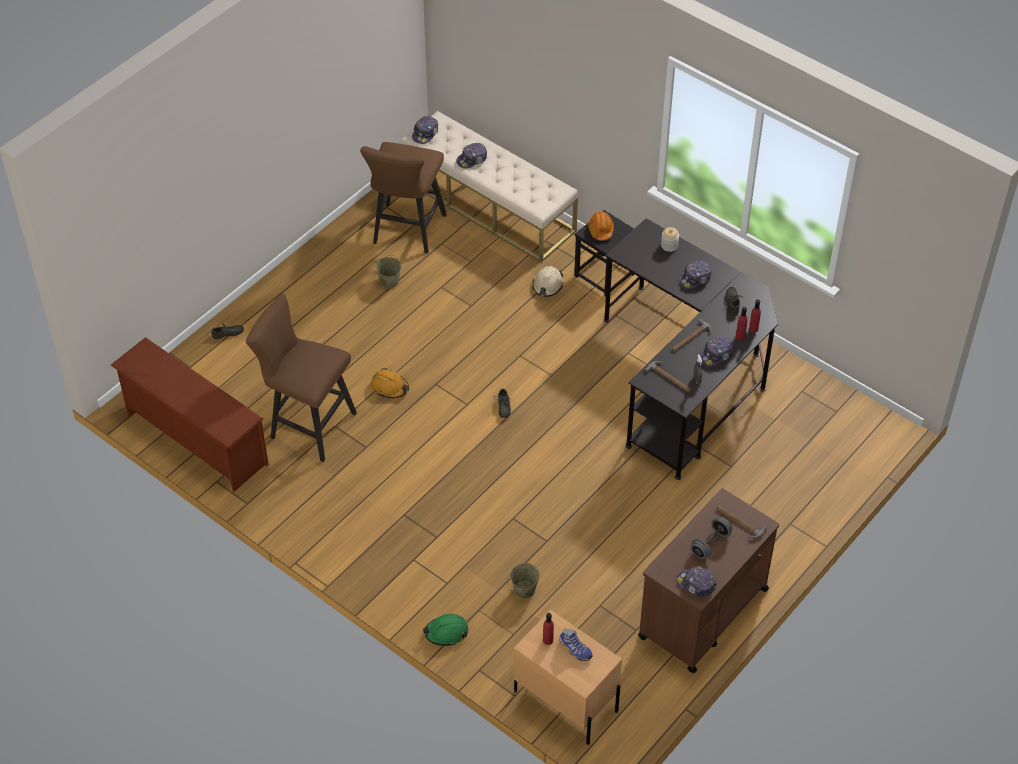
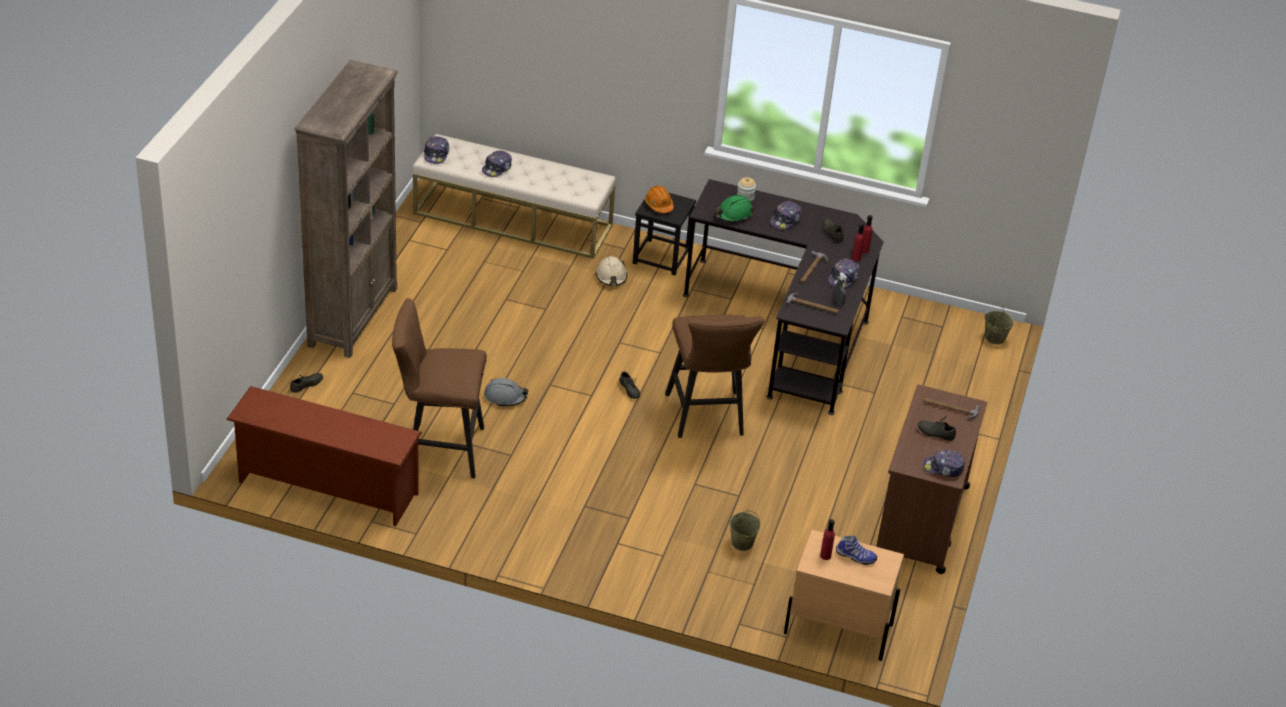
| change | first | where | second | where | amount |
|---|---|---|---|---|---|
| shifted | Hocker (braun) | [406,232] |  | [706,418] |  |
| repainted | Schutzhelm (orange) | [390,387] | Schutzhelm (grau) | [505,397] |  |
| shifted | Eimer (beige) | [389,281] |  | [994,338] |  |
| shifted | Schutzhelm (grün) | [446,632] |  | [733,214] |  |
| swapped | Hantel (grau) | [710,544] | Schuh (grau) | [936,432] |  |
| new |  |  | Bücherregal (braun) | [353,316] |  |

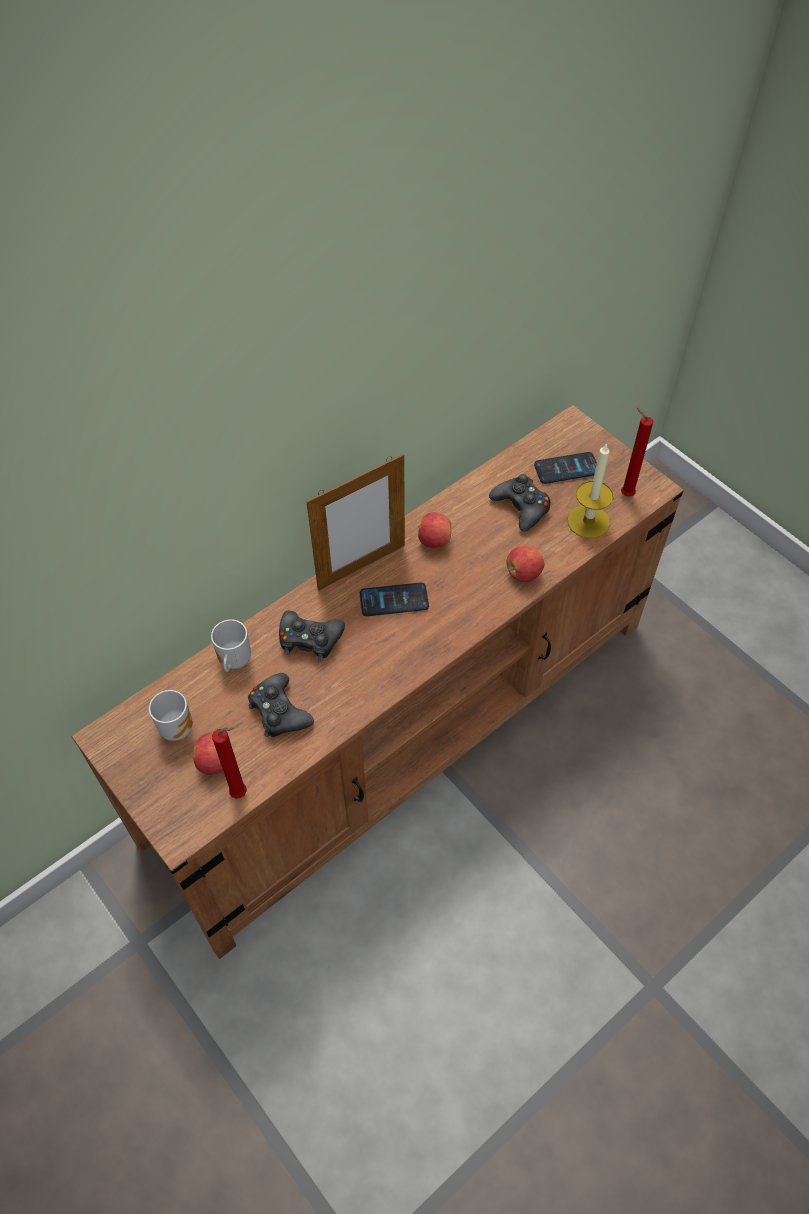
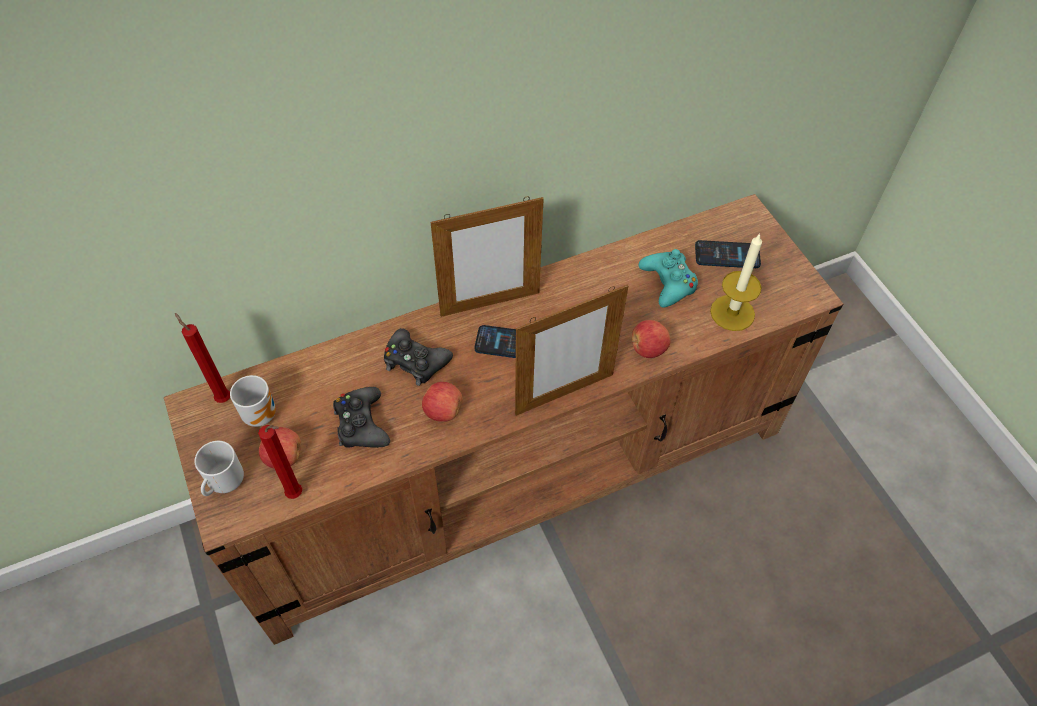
| change | first | where | second | where | amount |
|---|---|---|---|---|---|
| shifted | Henkelbecher | [233,661] |  | [224,482] |  |
| shifted | Apfel | [434,540] |  | [443,411] |  |
| repainted | Gamepad (schwarz) | [521,507] | Gamepad (türkis) | [668,283] |  |
| shifted | Kerze (rot) | [624,494] |  | [222,397] |  |
| new |  |  | Bilderrahmen | [564,394] |  |

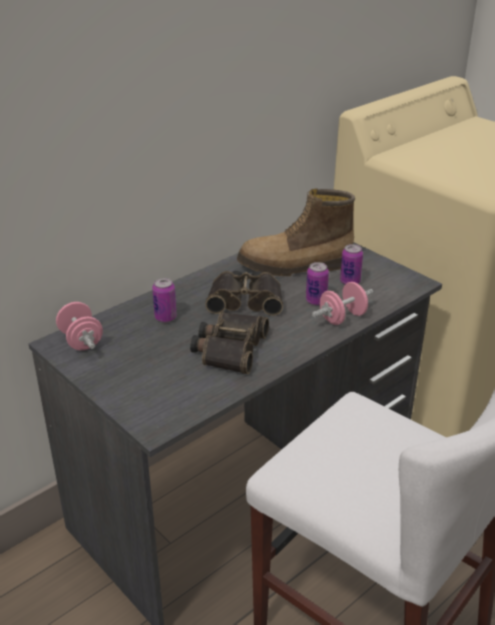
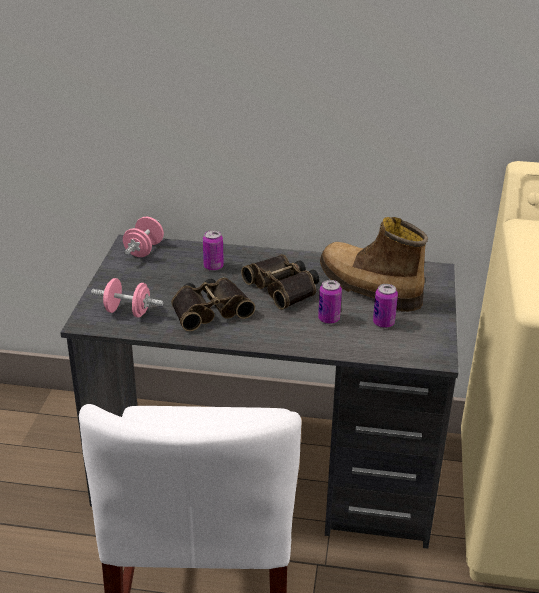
| change | first | where | second | where | amount |
|---|---|---|---|---|---|
| shifted | Hantel (rosa) | [342,318] |  | [128,312] |  |

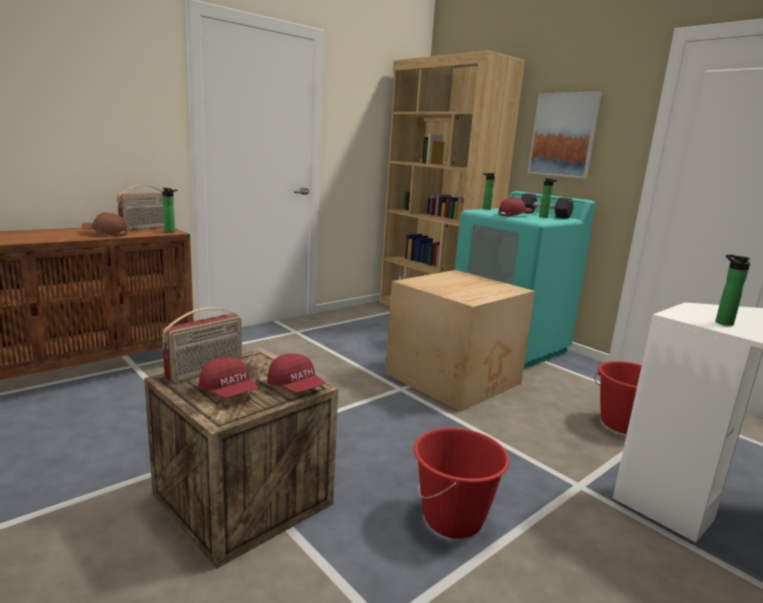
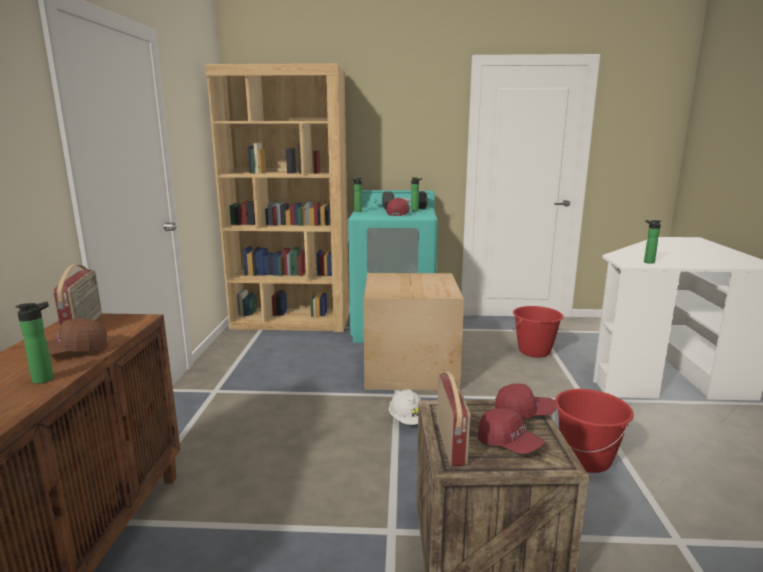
| change | first | where | second | where | amount |
|---|---|---|---|---|---|
| shifted | Flasche | [171,232] |  | [46,379] |  |
| rotated | Kappe (rot) | [229,392] |  | [509,444] | 45 degrees clockwise |
| gone | Bild | [563,135] |  |  |  |
| new |  |  | Schutzhelm (weiß) | [407,420] |  |

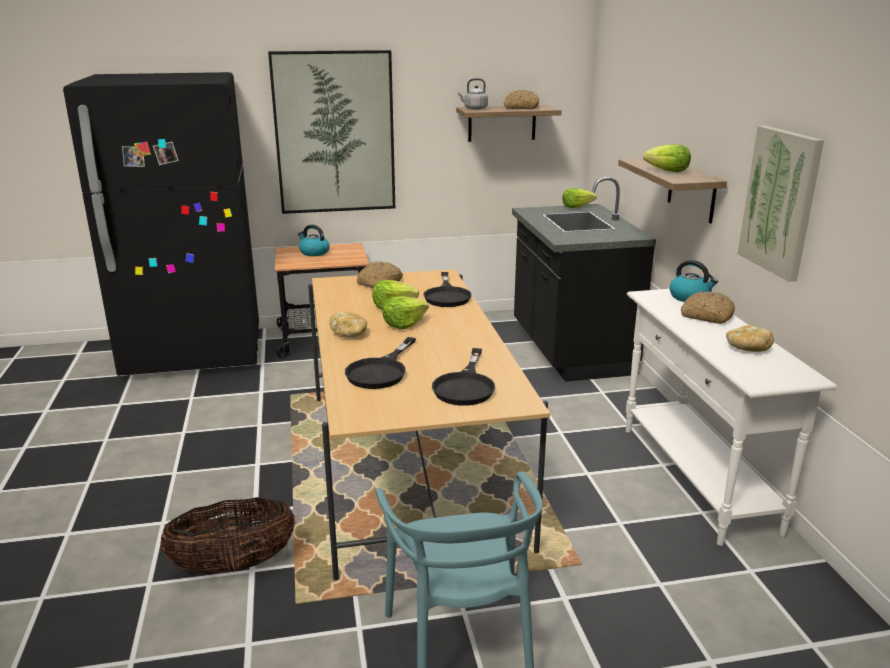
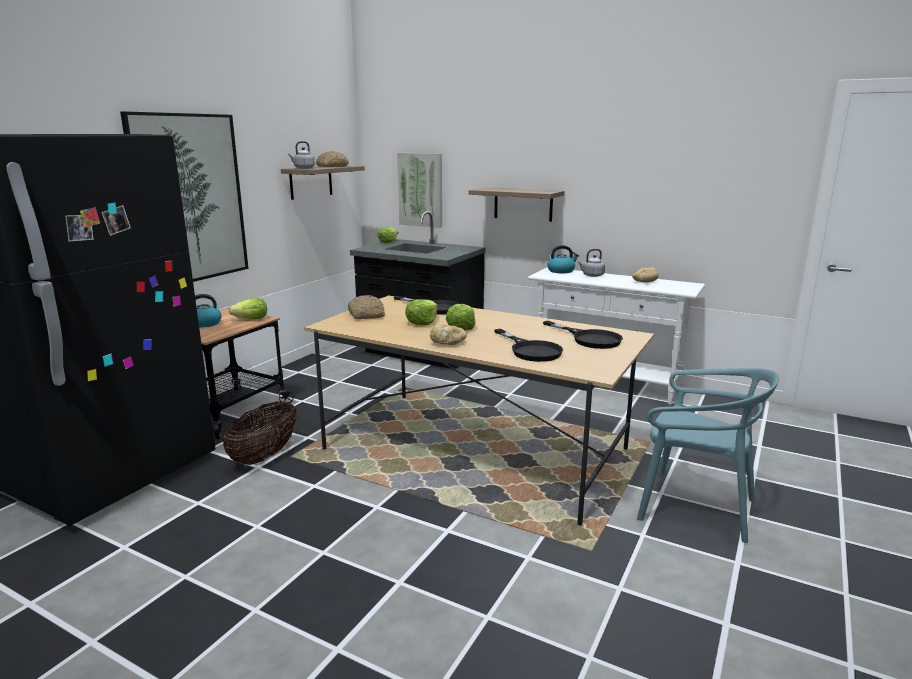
| change | first | where | second | where | amount |
|---|---|---|---|---|---|
| shifted | Korb | [234,565] |  | [264,455] |  |
| shifted | Salatkopf | [667,171] |  | [251,319] |  |
| swapped | Brot | [706,316] | Wasserkessel (grau) | [592,275] |  |
| shifted | Bild | [780,201] |  | [421,189] |  |

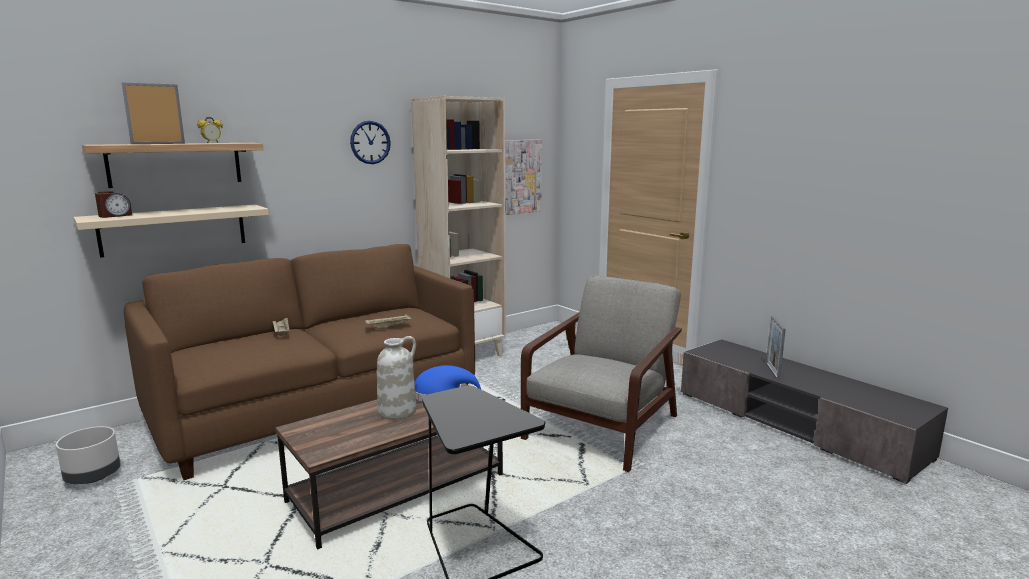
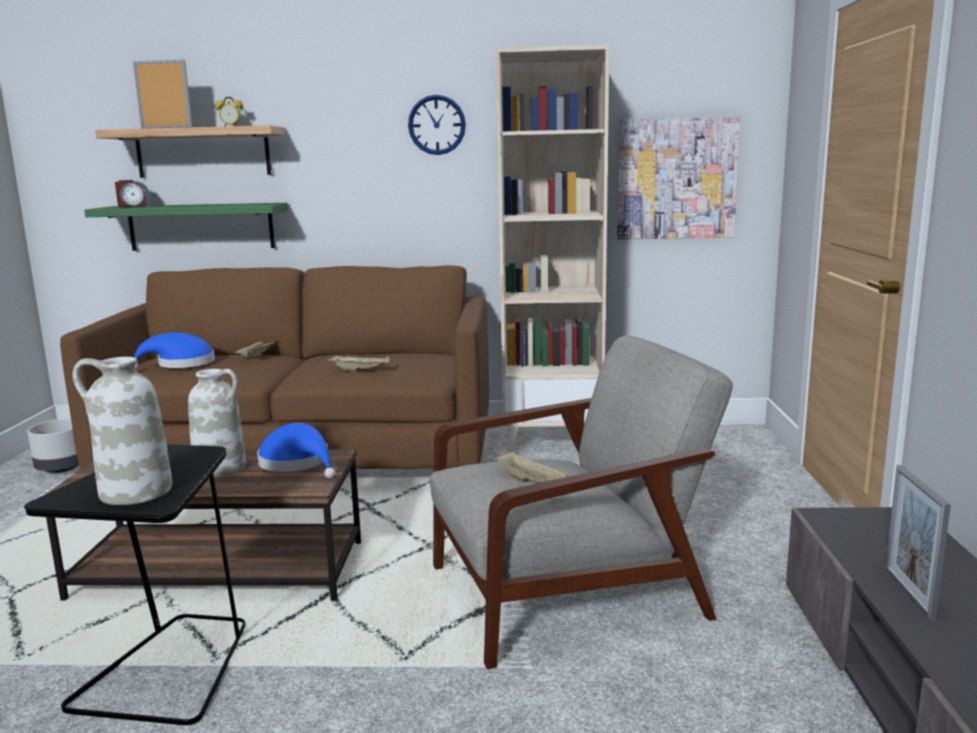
| change | first | where | second | where | amount |
|---|---|---|---|---|---|
| repainted | Wandregal (beige) | [174,230] | Wandregal (grün) | [201,227] |  |
| rotated | Bilderrahmen | [772,372] |  | [908,593] | 45 degrees counterclockwise |
| new |  |  | Vase (weiß) | [135,492] |  |
| new |  |  | Hut (blau) | [181,364] |  |
| new |  |  | Tablett (beige) | [531,482] |  |

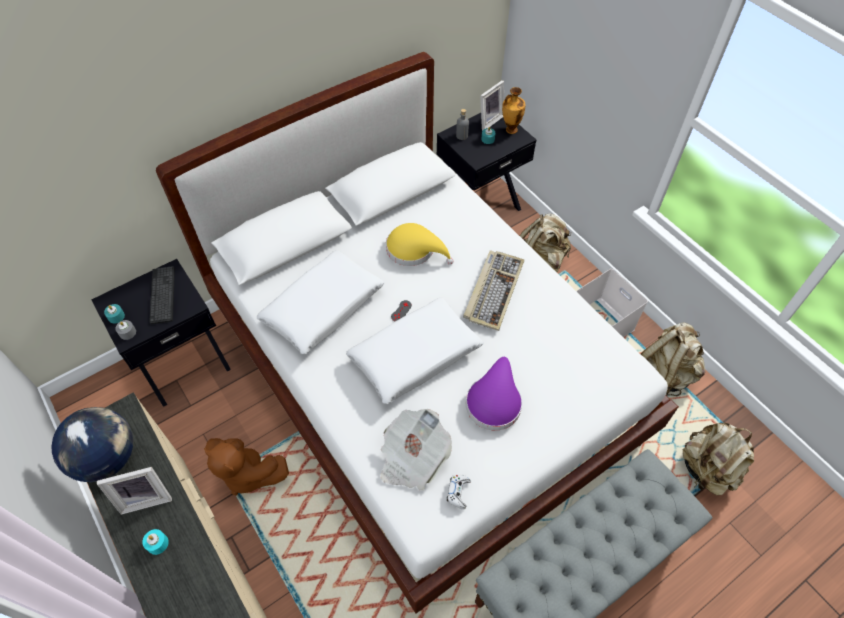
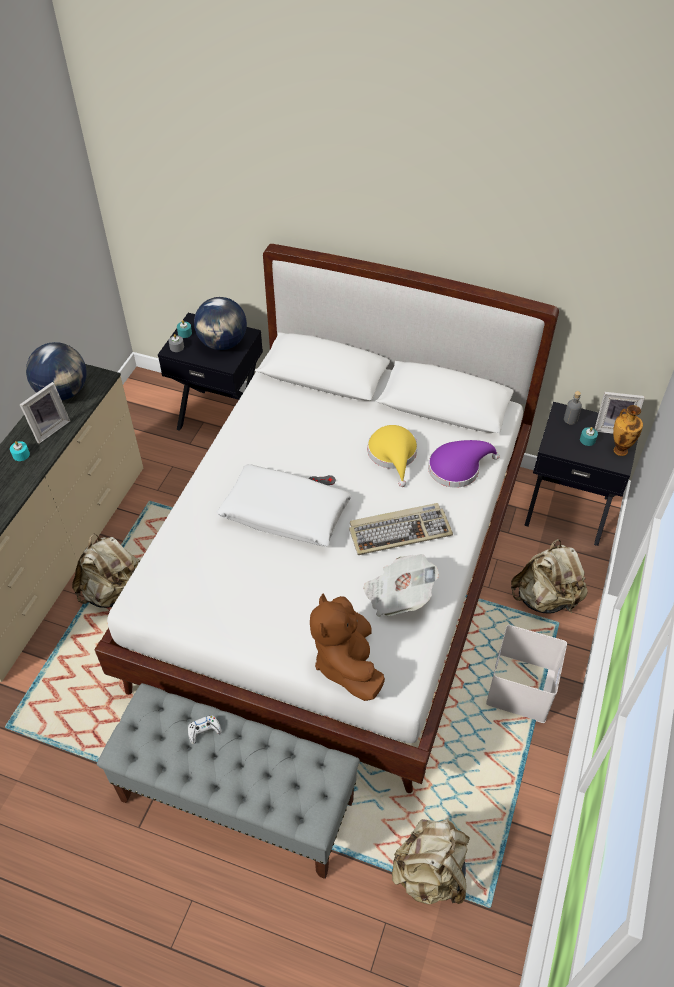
| change | first | where | second | where | amount |
|---|---|---|---|---|---|
| rotated | Bilderrahmen | [146,497] |  | [49,428] | 90 degrees counterclockwise |
| swapped | Tastatur | [162,295] | Globus | [222,344] |  |
| shifted | Plüschtier (braun) | [248,473] |  | [346,662] |  |
| gone | Kissen (weiß) | [323,308] |  |  |  |
| shifted | Zeitung | [412,458] |  | [398,595] |  |
| shifted | Gamepad (weiß) | [458,492] |  | [204,731] |  |
| shifted | Hut (lila) | [494,400] |  | [457,468] |  |
| shifted | Rucksack (beige) | [667,372] |  | [114,591] |  |

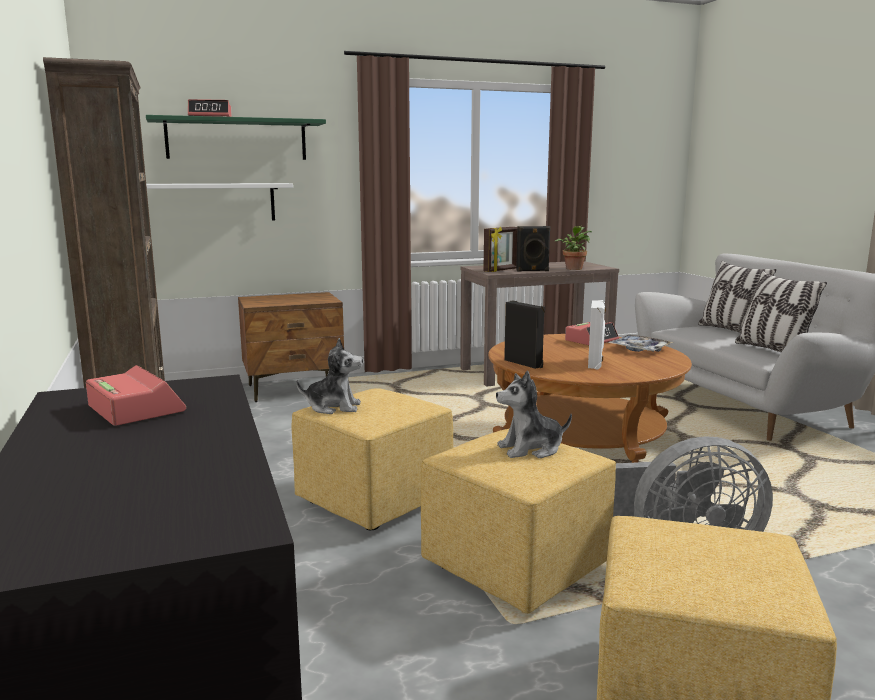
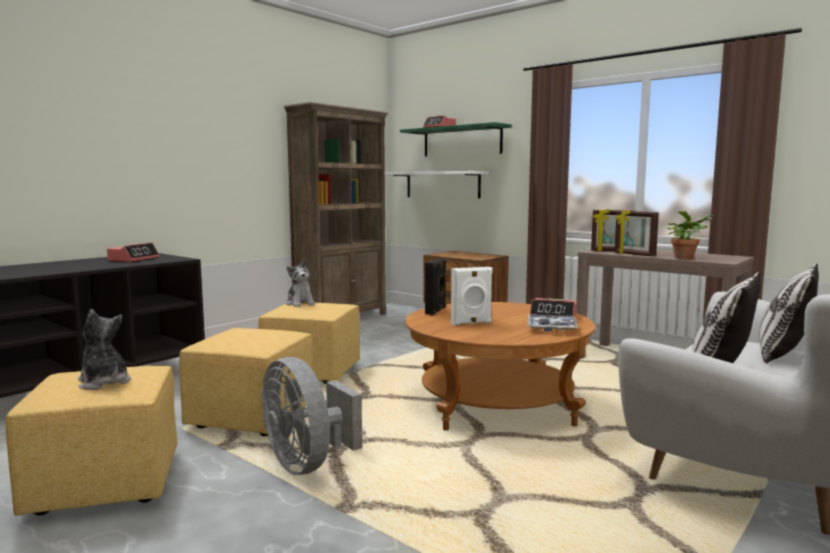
| change | first | where | second | where | amount |
|---|---|---|---|---|---|
| shifted | Plüschtier | [531,449] |  | [104,383] |  |
| swapped | Lautsprecher (schwarz) | [532,271] | Bilderrahmen | [634,254] |  |

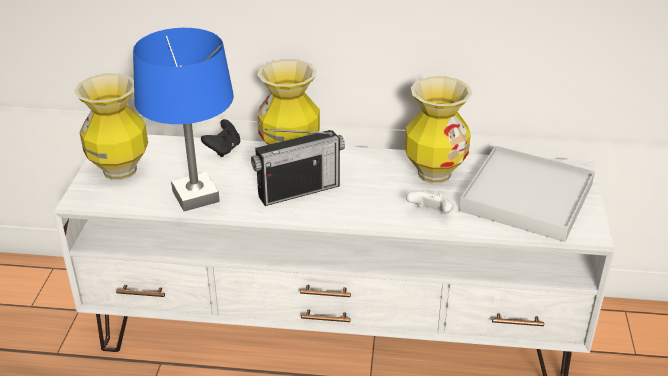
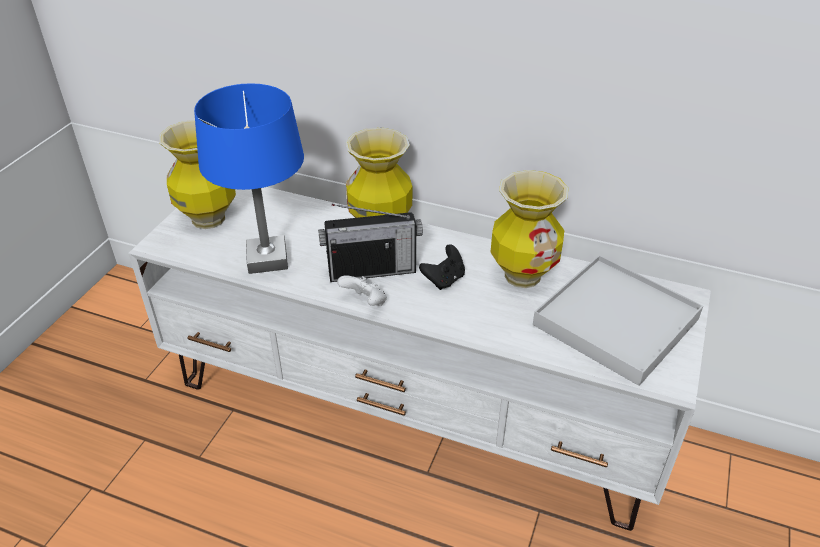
| change | first | where | second | where | amount |
|---|---|---|---|---|---|
| shifted | Gamepad (schwarz) | [223,149] |  | [444,279] |  |
| shifted | Gamepad (weiß) | [430,214] |  | [365,302] |  |

